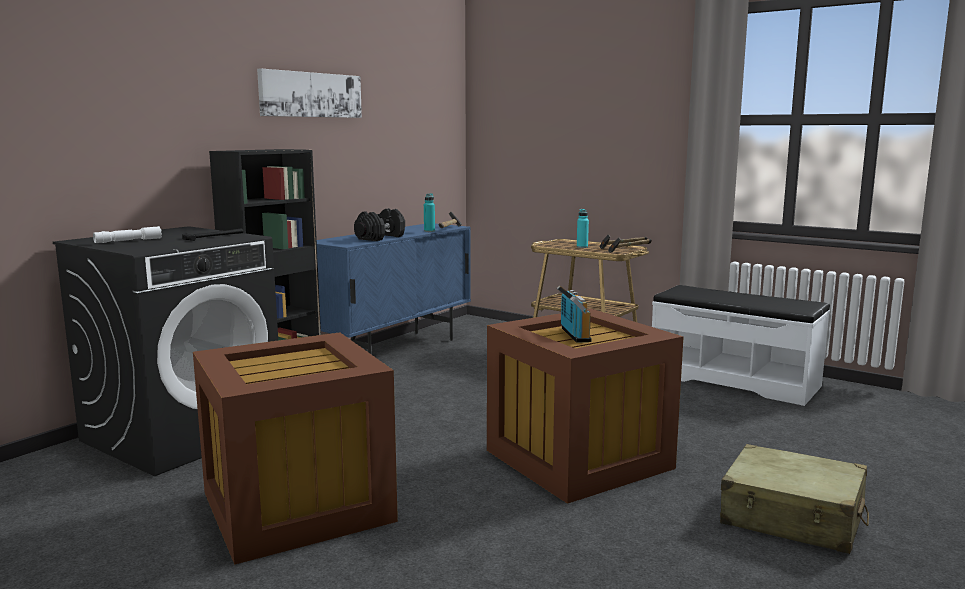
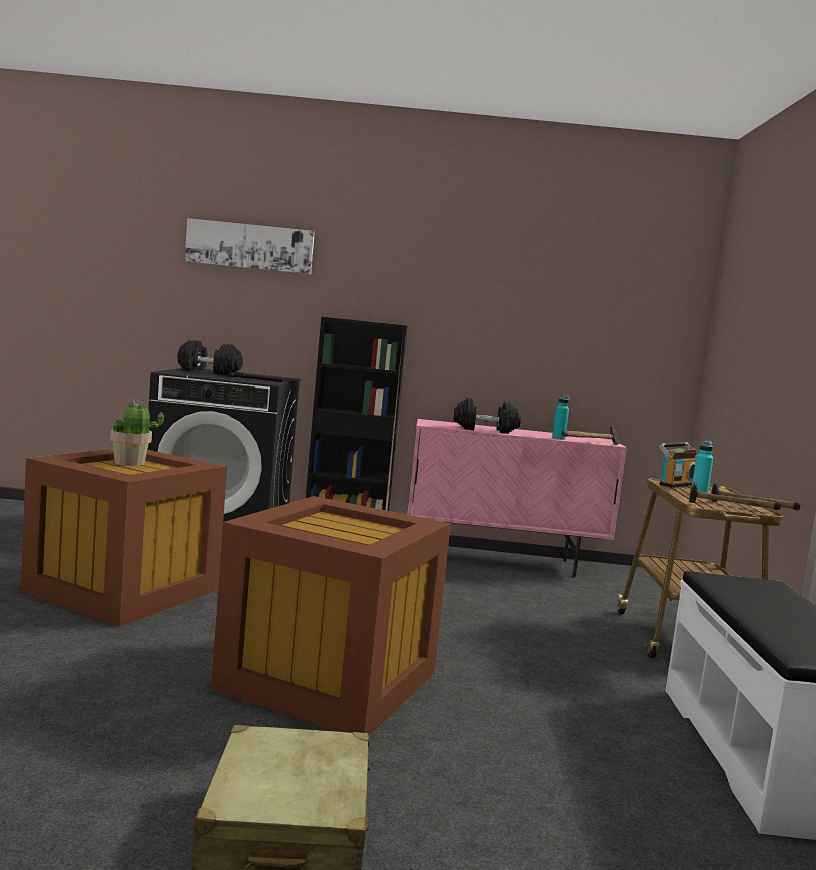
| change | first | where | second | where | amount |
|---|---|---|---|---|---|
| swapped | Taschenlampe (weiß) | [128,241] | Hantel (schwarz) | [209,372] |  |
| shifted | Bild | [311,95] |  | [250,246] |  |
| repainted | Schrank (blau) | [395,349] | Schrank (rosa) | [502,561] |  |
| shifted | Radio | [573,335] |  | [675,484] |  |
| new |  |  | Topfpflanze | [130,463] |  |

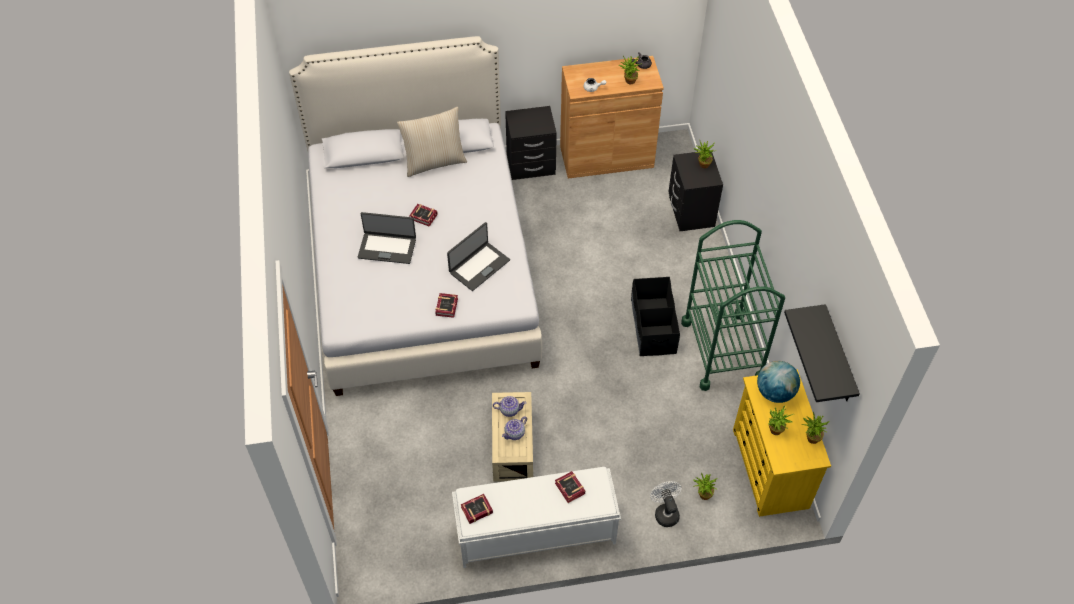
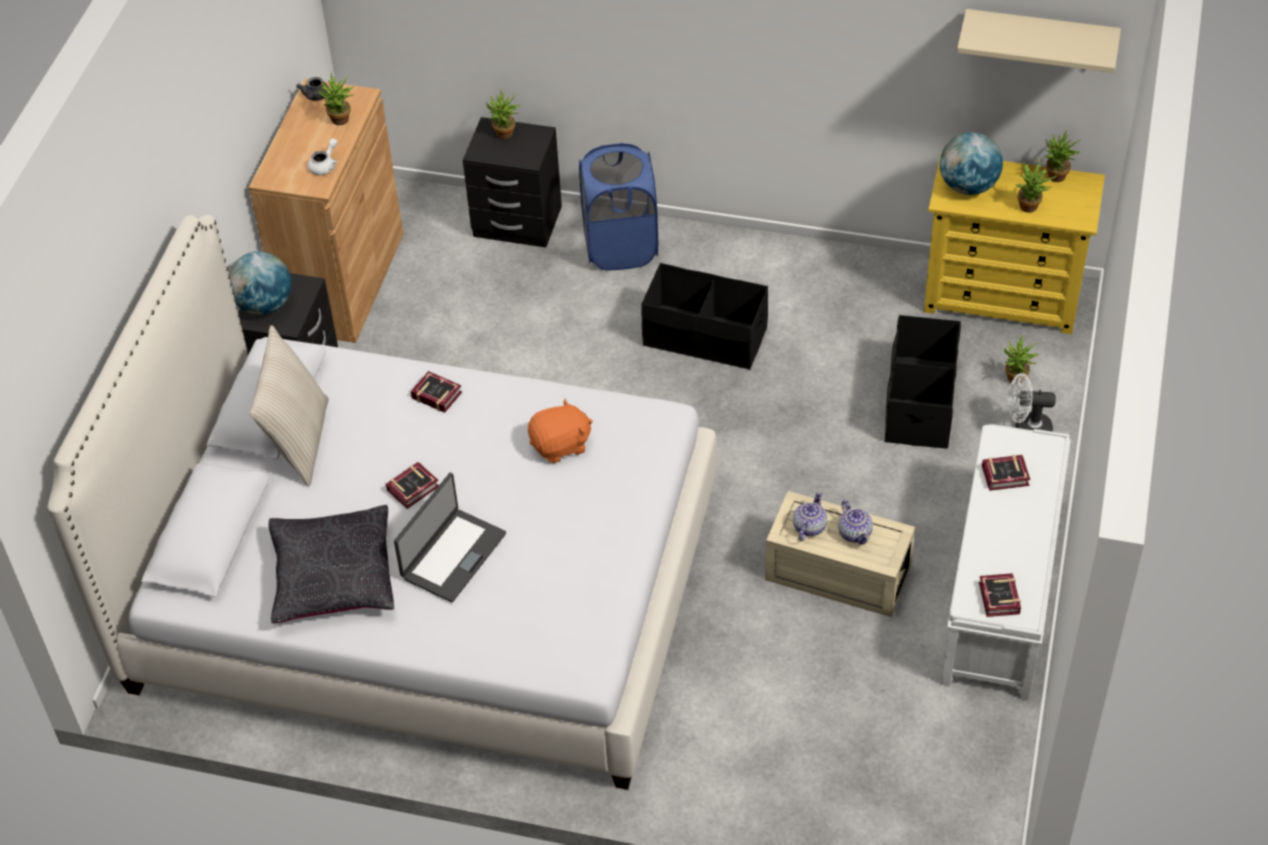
| change | first | where | second | where | amount |
|---|---|---|---|---|---|
| shifted | Buch | [447,306] |  | [436,393] |  |
| swapped | Laptop | [479,266] | Plüschtier (orange) | [561,445] |  |
| gone | Rollwagen (grün) | [722,350] |  |  |  |
| repainted | Wandregal (schwarz) | [838,357] | Wandregal (beige) | [1040,38] |  |
| new |  |  | Globus | [264,304] |  |
| new |  |  | Kissen (schwarz) | [333,577] |  |
| new |  |  | Wäschekorb (blau) | [620,247] |  |
| new |  |  | Aufbewahrungsbox (schwarz) | [919,402] |  |

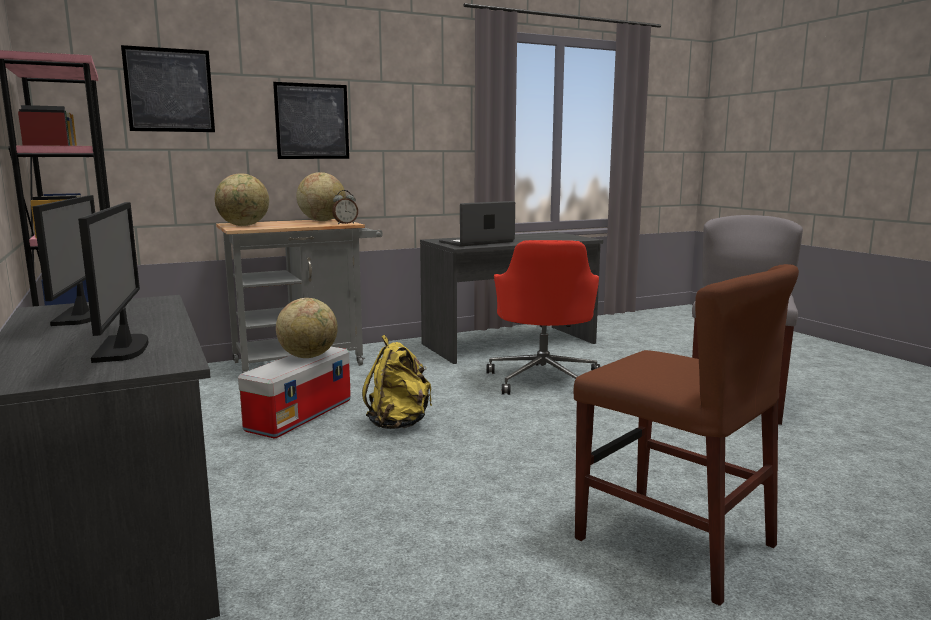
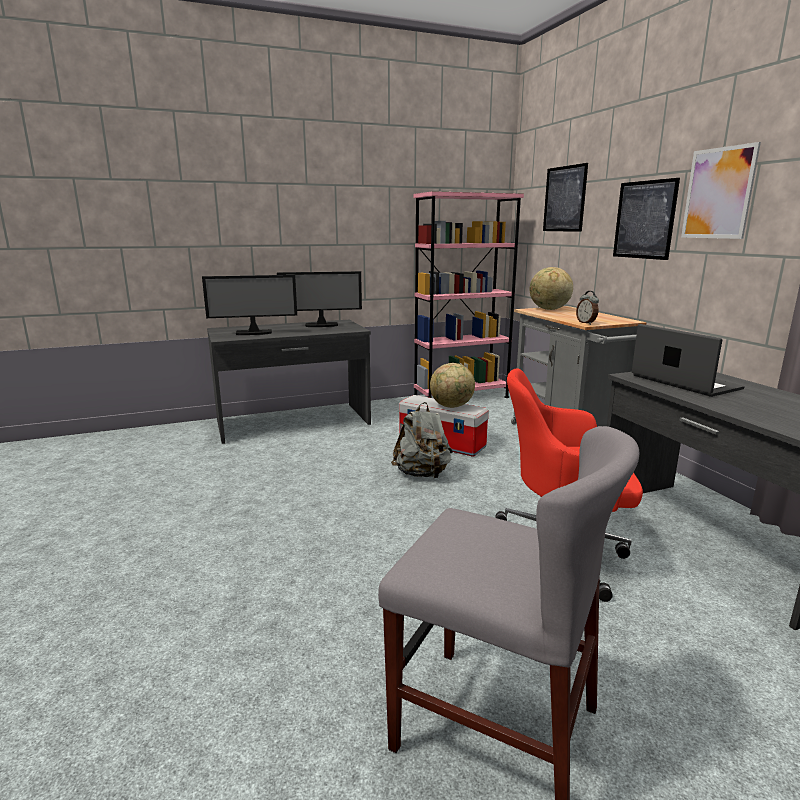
| change | first | where | second | where | amount |
|---|---|---|---|---|---|
| gone | Globus | [322,221] |  |  |  |
| repainted | Rucksack (gelb) | [398,424] | Rucksack (grau) | [422,474] |  |
| gone | Stuhl (braun) | [673,542] |  |  |  |
| new |  |  | Bild | [718,193] |  |

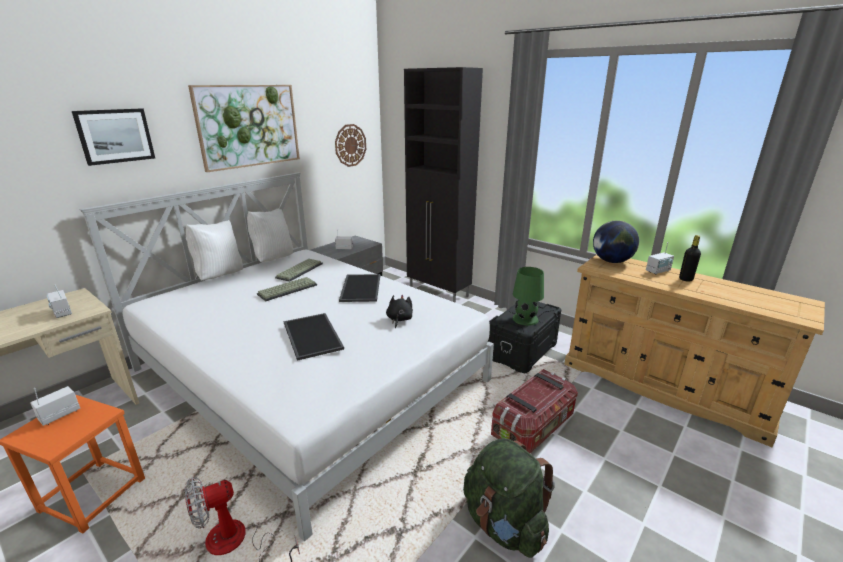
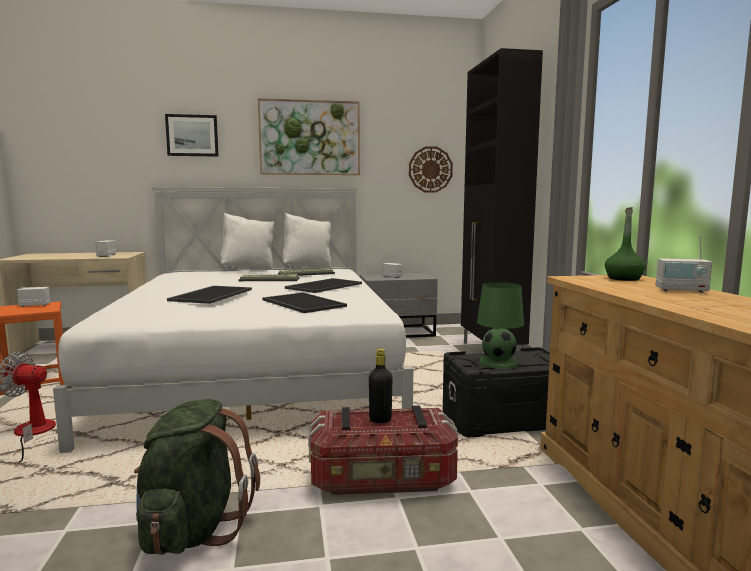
| change | first | where | second | where | amount |
|---|---|---|---|---|---|
| swapped | Plüschtier (schwarz) | [399,319] | Tablett | [301,303] |  |
| swapped | Globus | [611,261] | Flasche (grün) | [623,278] |  |
| shifted | Flasche (schwarz) | [685,279] |  | [380,420] |  |

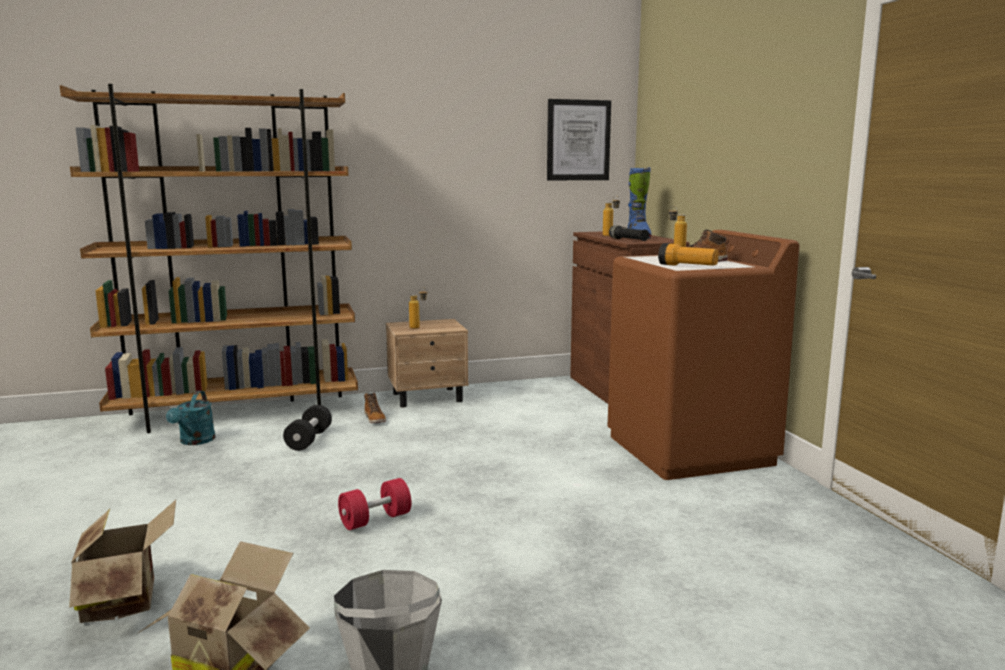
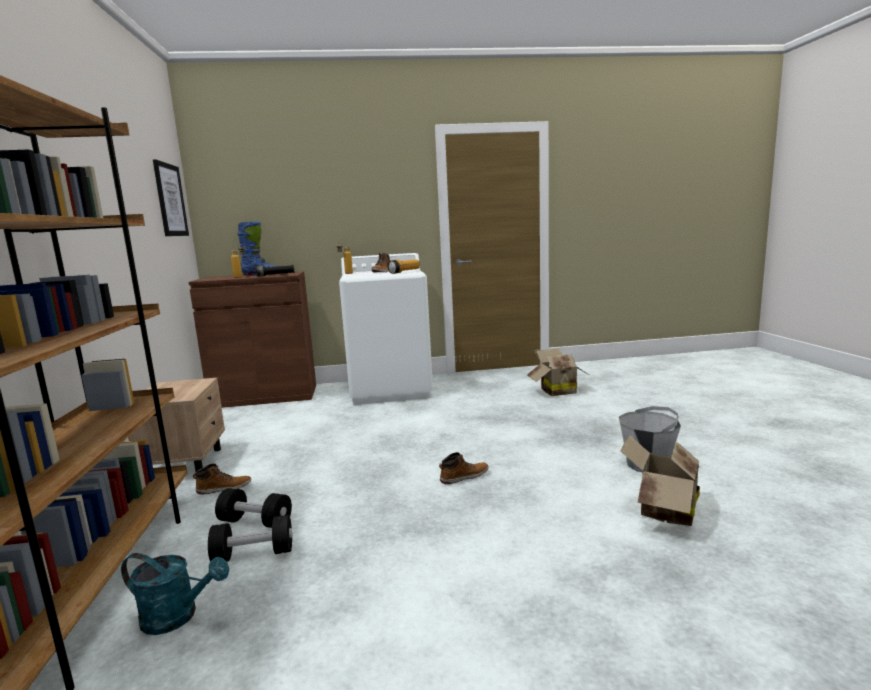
| change | first | where | second | where | amount |
|---|---|---|---|---|---|
| shifted | Karton | [127,600] |  | [556,391] |  |
| swapped | Hantel (rot) | [375,520] | Stiefel | [464,476] |  |
| gone | Flasche | [418,328] |  |  |  |
| repainted | Waschmaschine (braun) | [690,450] | Waschmaschine (weiß) | [391,389] |  |
| new |  |  | Hantel (schwarz) | [253,554] |  |

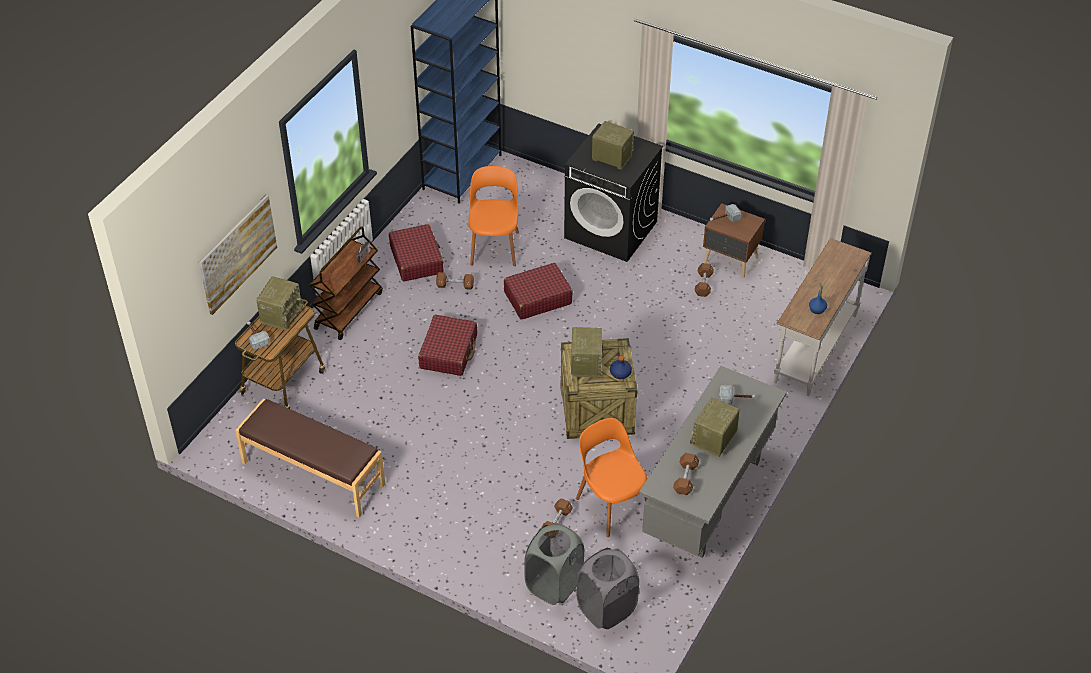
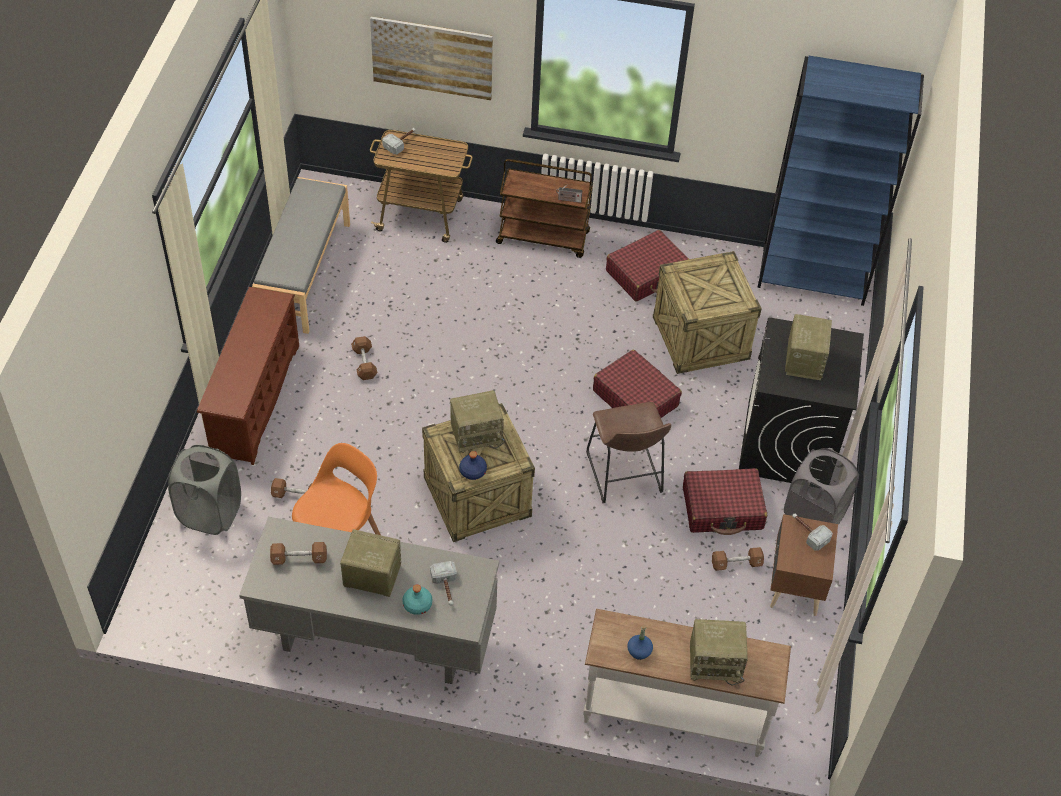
| change | first | where | second | where | amount |
|---|---|---|---|---|---|
| repainted | Bank (braun) | [312,474] | Bank (grau) | [304,273] |  |
| shifted | Radio | [281,314] |  | [716,662] |  |
| shifted | Koffer (rot) | [448,352] |  | [722,508] |  |
| shifted | Hantel (braun) | [455,285] |  | [364,363] |  |
| swapped | Stuhl (orange) | [494,246] | Kiste | [701,337] |  |
| shifted | Wäschekorb (grau) | [606,608] |  | [814,516] |  |
| new |  |  | Schuhregal (braun) | [254,398] |  |
| new |  |  | Flasche (türkis) | [418,604] |  |
| new |  |  | Hocker (braun) | [624,477] |  |

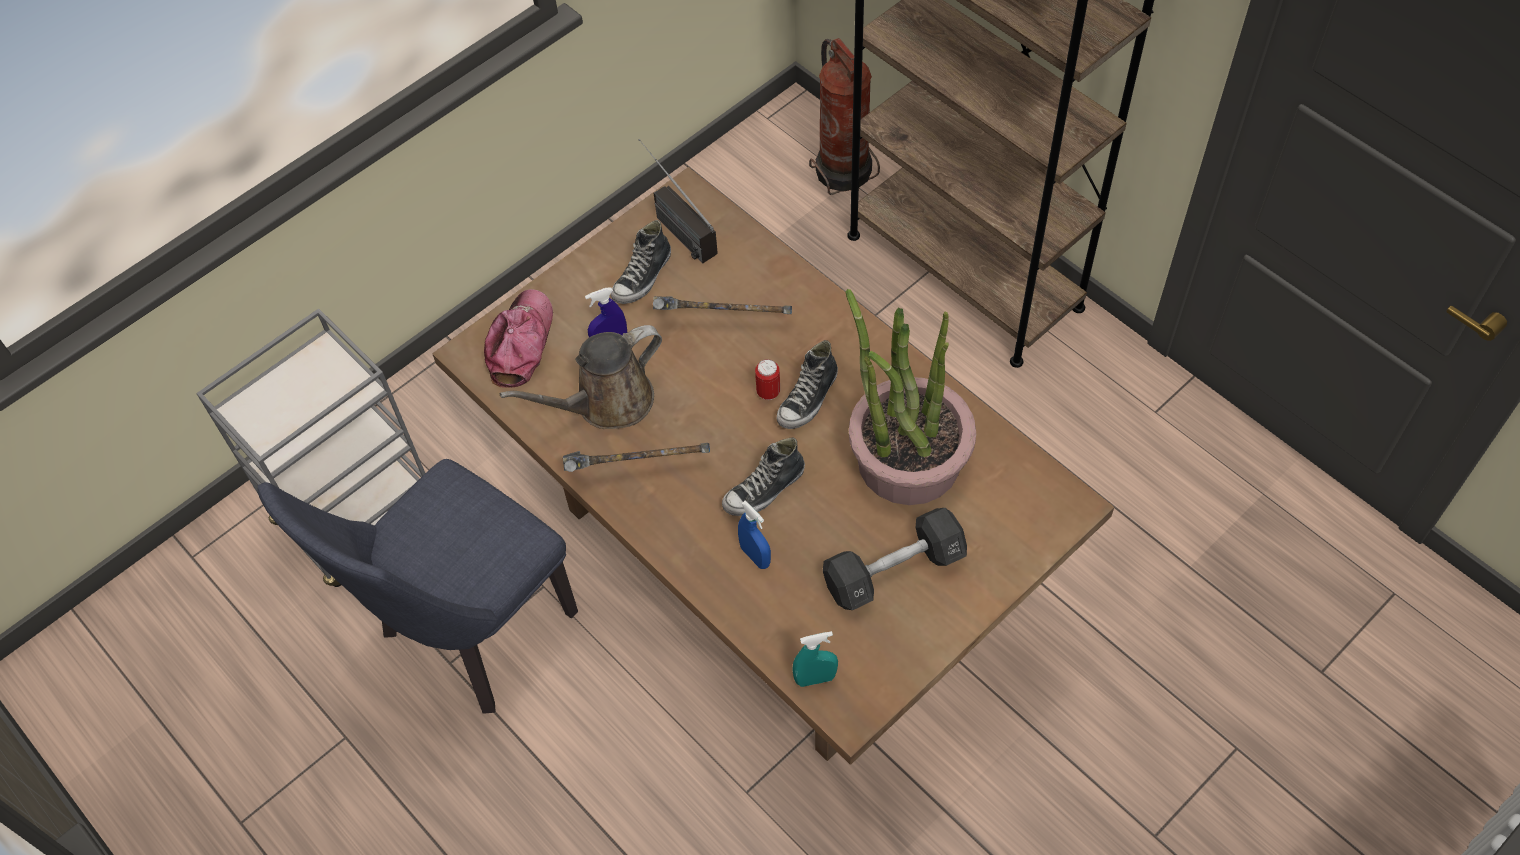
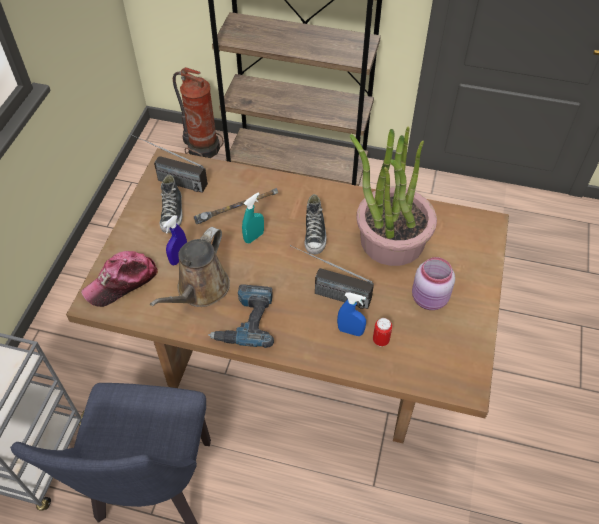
| change | first | where | second | where | amount |
|---|---|---|---|---|---|
| rotated | Kappe | [521,343] |  | [121,282] | 105 degrees counterclockwise |
| swapped | Hammer | [634,472] | Bohrmaschine | [245,320] |  |
| swapped | Schuh | [764,490] | Radio | [328,293] |  |
| shifted | Dose | [768,392] |  | [380,340] |  |
| shifted | Sprühflasche (türkis) | [815,678] |  | [254,237] |  |
| swapped | Hantel (schwarz) | [894,570] | Vorratsglas (rosa) | [430,299] |  |

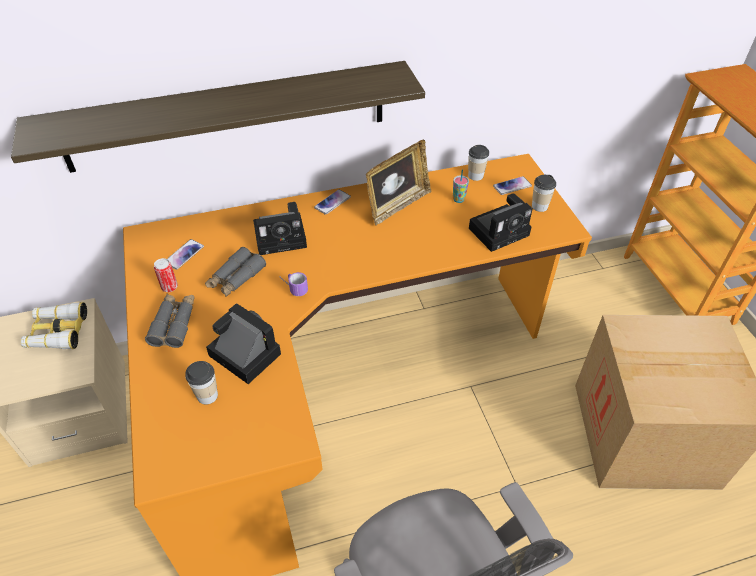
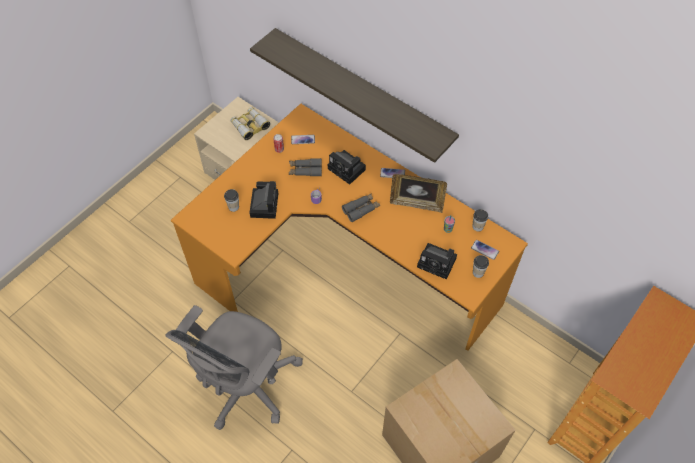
| change | first | where | second | where | amount |
|---|---|---|---|---|---|
| shifted | Fernglas (grau) | [174,324] |  | [361,209] |  |

